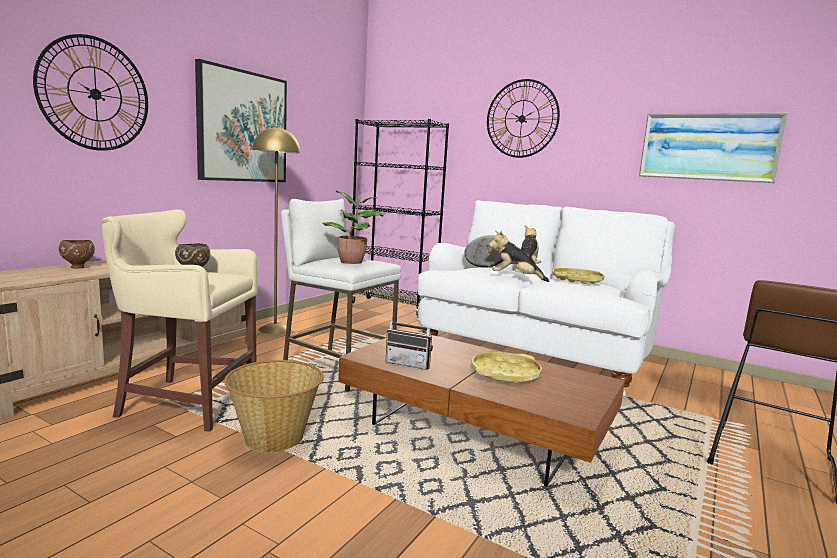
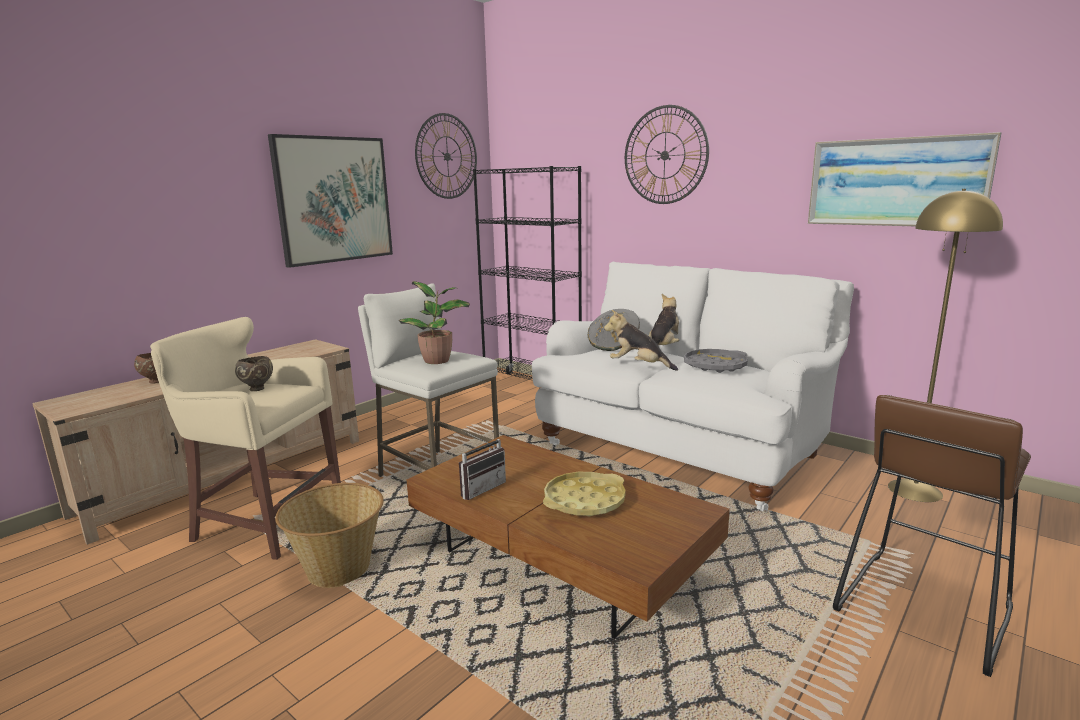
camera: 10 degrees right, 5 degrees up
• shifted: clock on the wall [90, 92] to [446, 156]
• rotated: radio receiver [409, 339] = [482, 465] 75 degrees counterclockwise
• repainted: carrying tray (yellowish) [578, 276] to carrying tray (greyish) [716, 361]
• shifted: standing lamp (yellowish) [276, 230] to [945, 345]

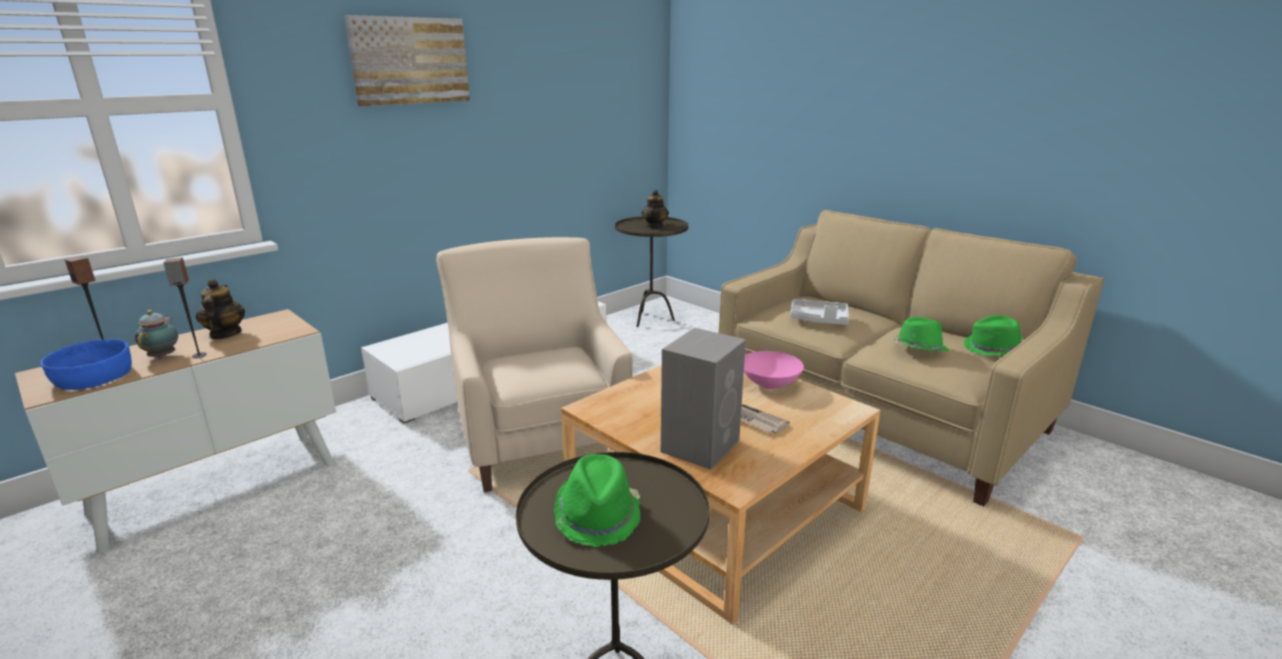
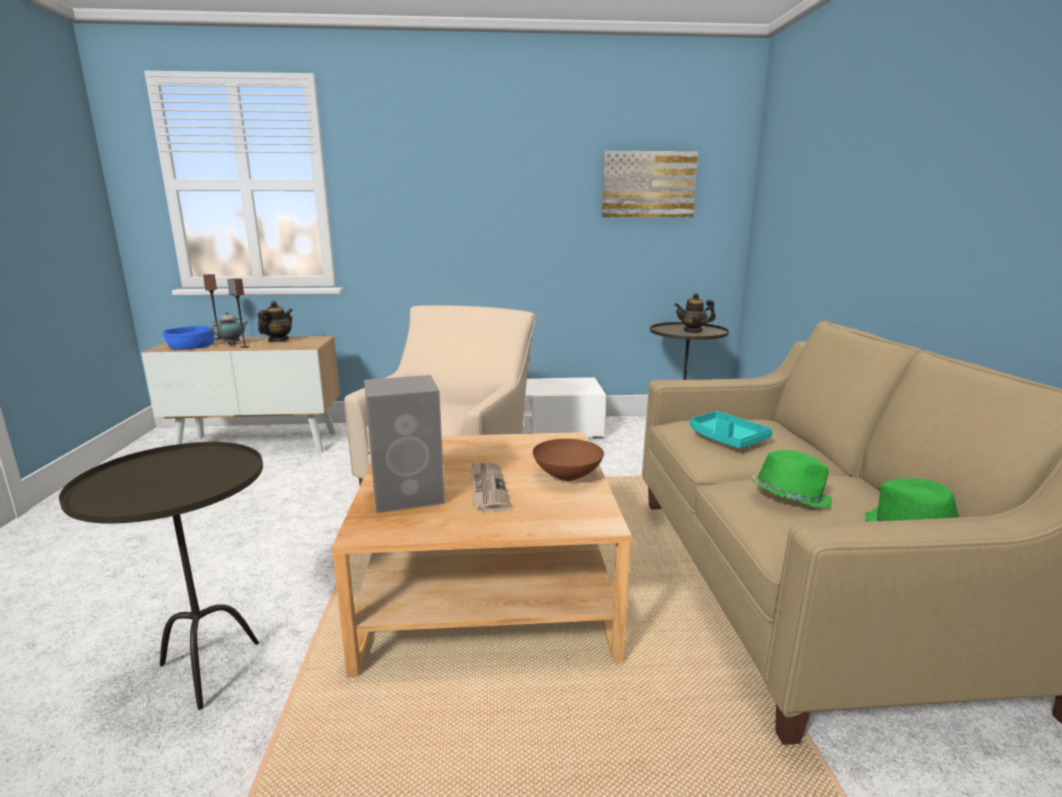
camera: 40 degrees right, 5 degrees down
• repainted: serving bowl (pink) [774, 370] to serving bowl (brown) [568, 460]
• shifted: picture [407, 60] to [650, 184]
• rotated: pot for tea [655, 209] = [695, 313] 45 degrees clockwise
• repainted: carrying tray (greyish) [819, 312] to carrying tray (turquoise-coloured) [731, 430]
• gone: hat (greenish) [597, 500]

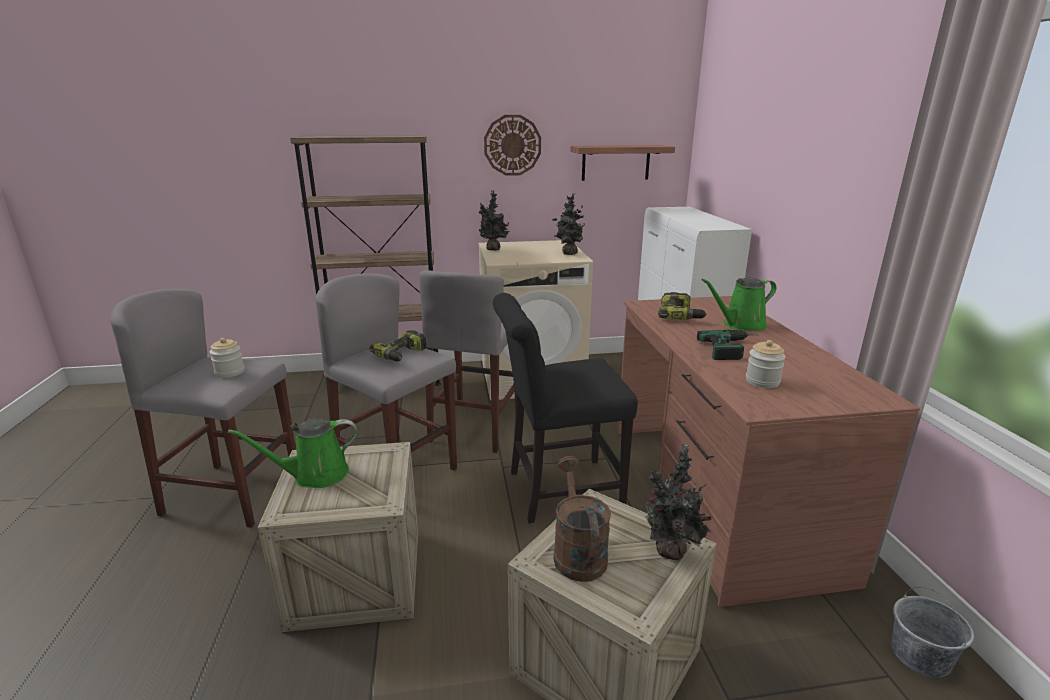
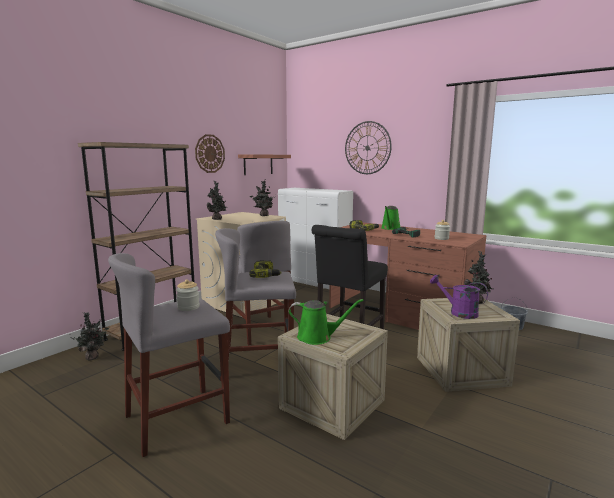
camera: 45 degrees left, 10 degrees down
• new: potted plant [89, 336]
• rotated: watering can (greenish) [292, 453] = [325, 322] 105 degrees counterclockwise
• new: clock on the wall [368, 147]
• repainted: watering can (brown) [582, 519] to watering can (purple-coloured) [459, 297]

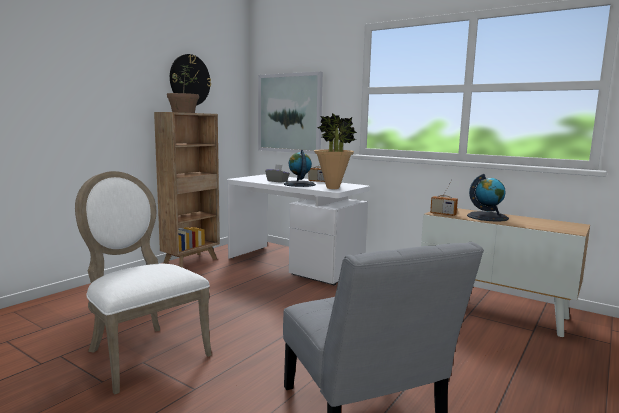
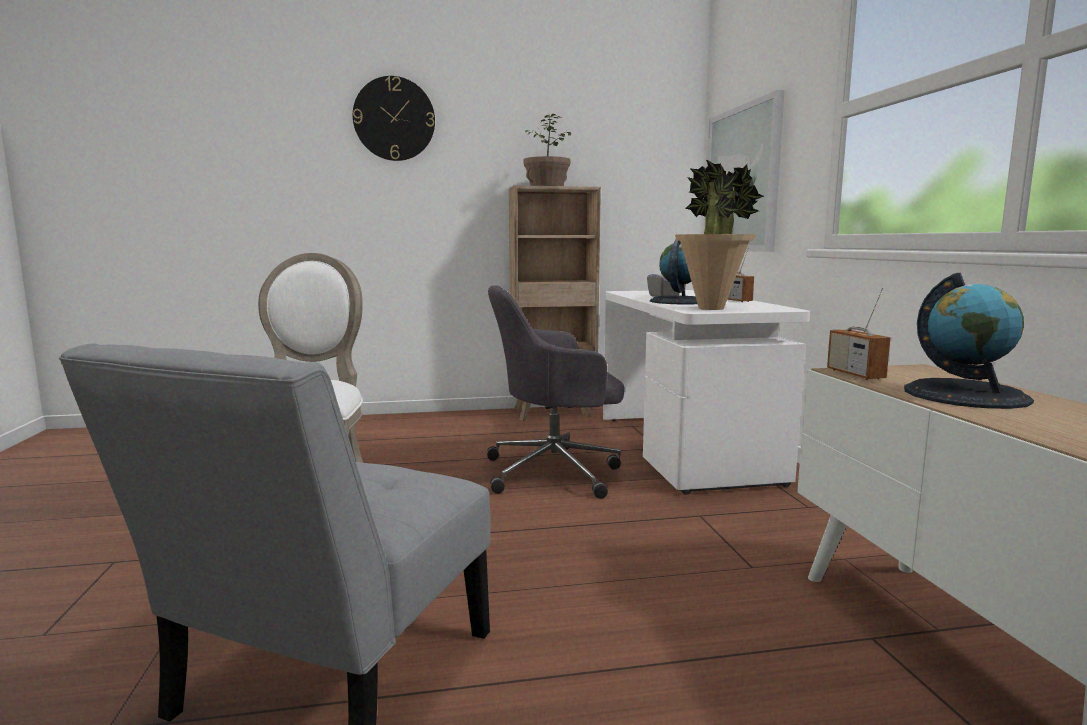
camera: 45 degrees right, 0 degrees up
• shifted: clock on the wall [190, 79] to [394, 118]
• new: office chair (greyish) [556, 392]

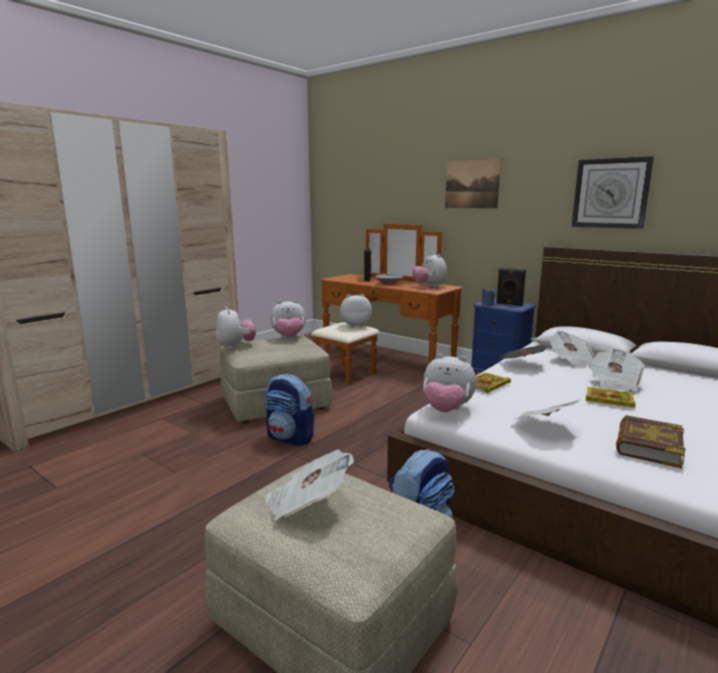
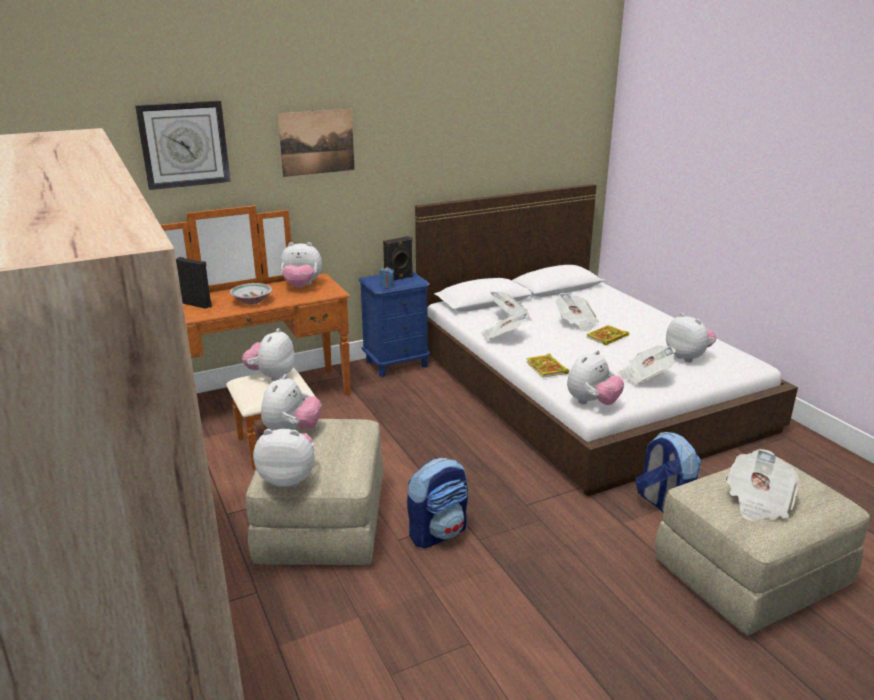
camera: 65 degrees left, 10 degrees up
• shifted: clock on the wall [613, 192] to [183, 145]
• swapped: bound book [650, 442] to soft toy [691, 337]

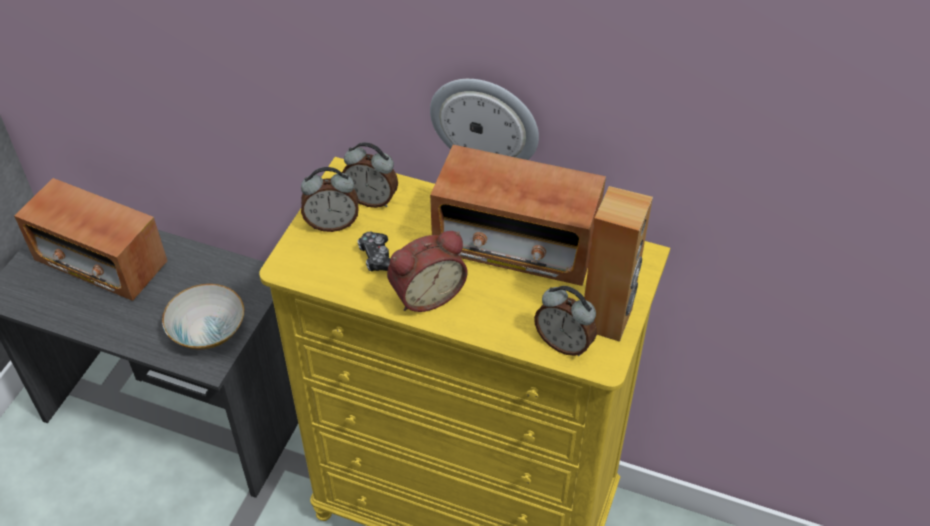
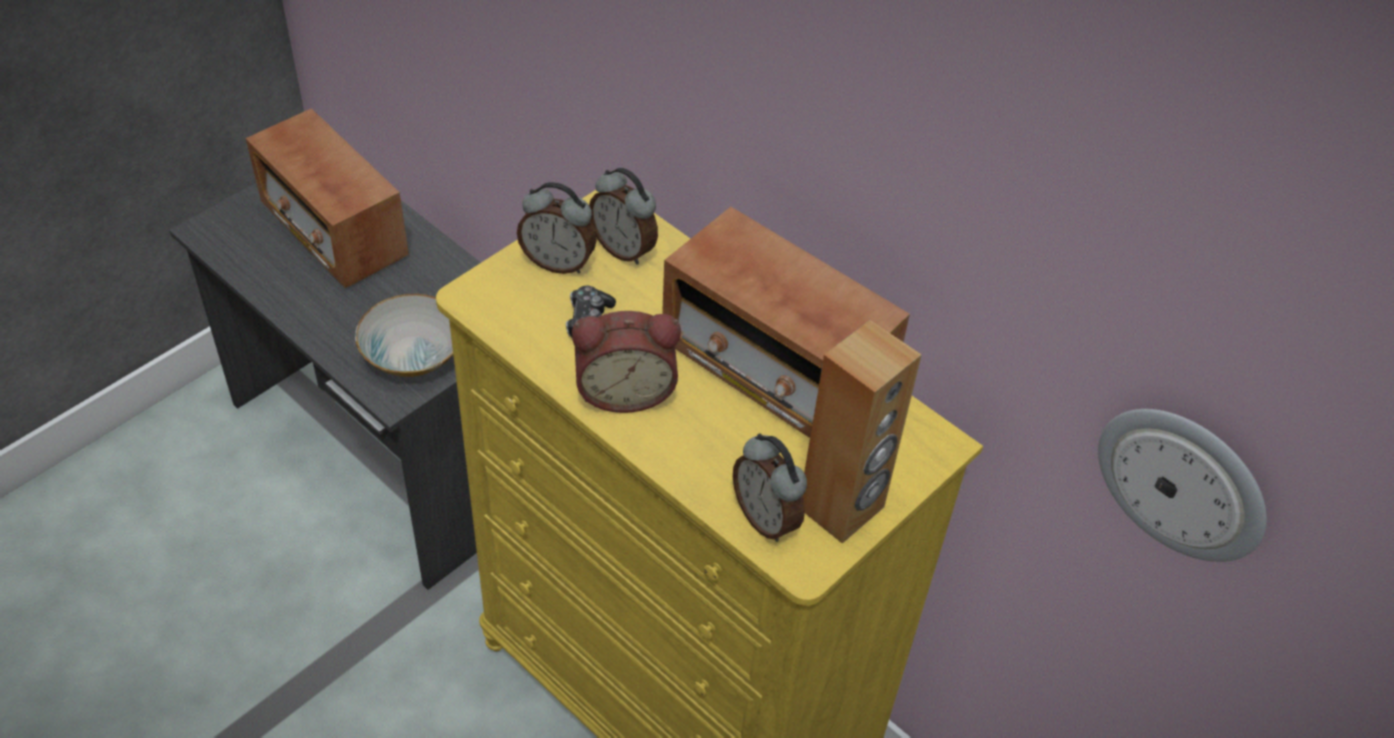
camera: 20 degrees right, 0 degrees up
• shifted: clock on the wall [484, 119] to [1182, 485]

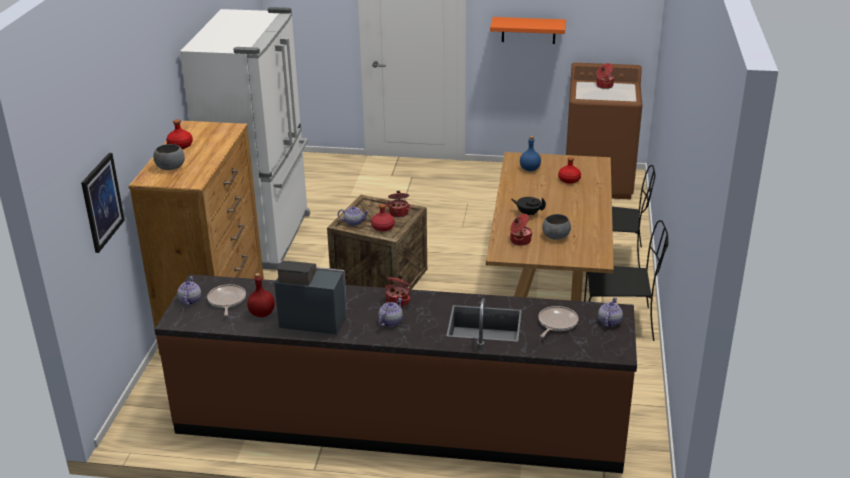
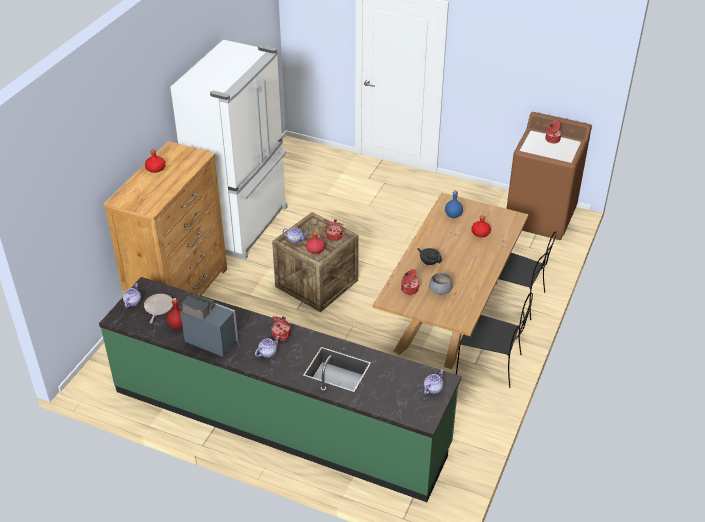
camera: 15 degrees right, 10 degrees up
• repainted: counter (brown) [395, 373] to counter (greenish) [280, 389]
• gone: picture [103, 203]
• gone: serving bowl (greyish) [169, 157]
• gone: shelf (orange-coloured) [528, 30]
• gone: frying pan [558, 321]

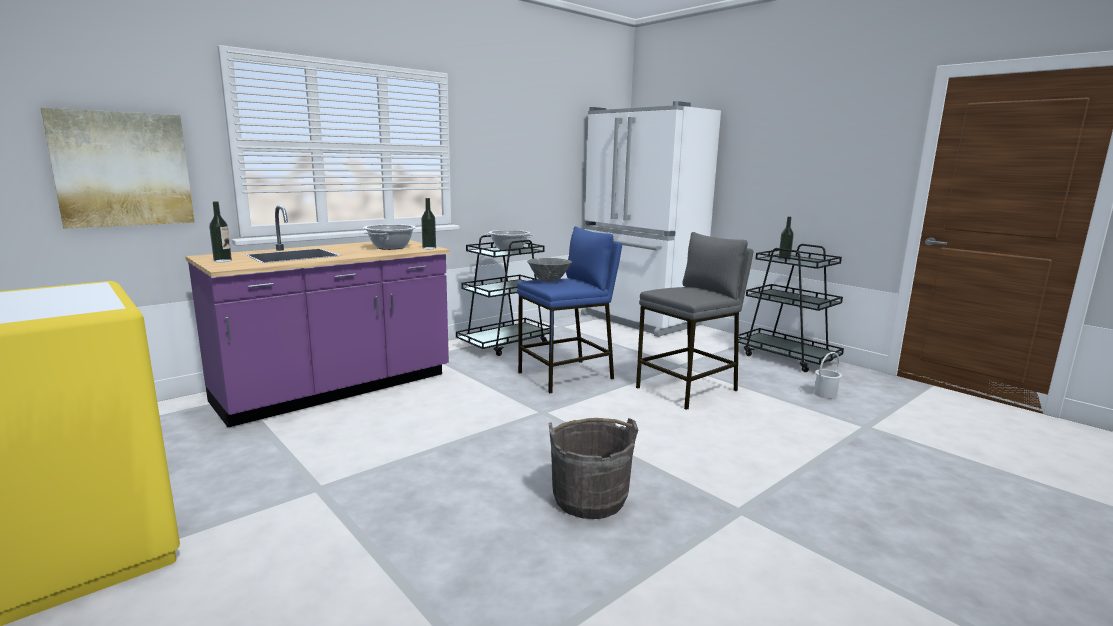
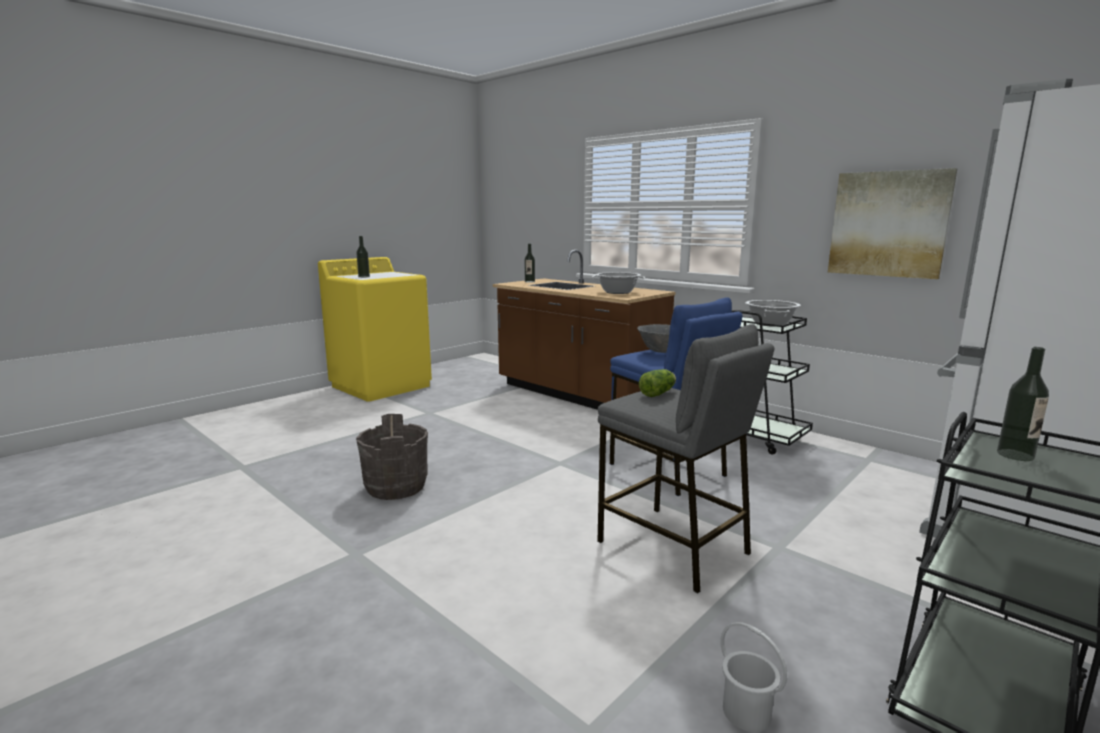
camera: 85 degrees right, 0 degrees up
• shifted: bottle [428, 223] to [363, 257]
• repainted: counter (purple-coloured) [317, 316] to counter (brown) [584, 330]
• new: lettuce [657, 383]
• shifted: picture [117, 168] to [892, 223]

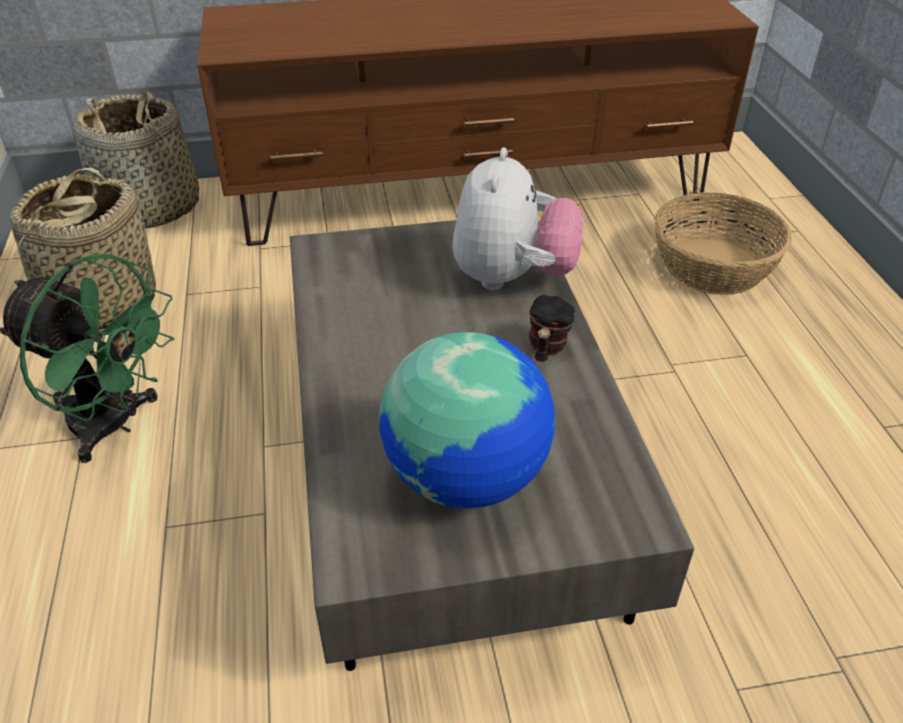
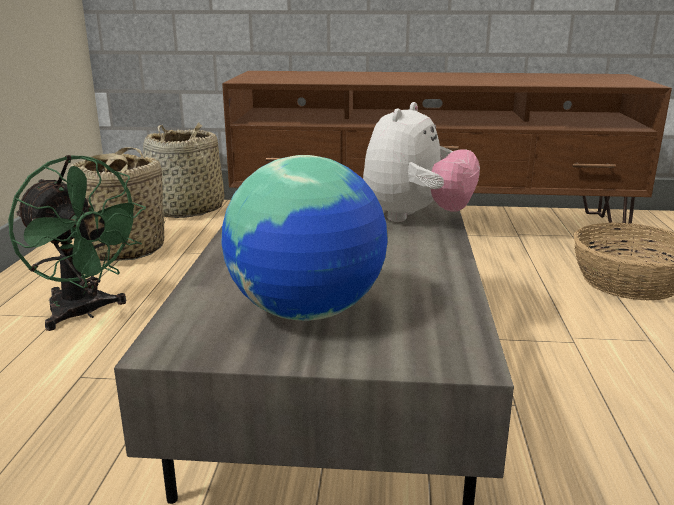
camera: 15 degrees right, 20 degrees down
• gone: mug [552, 328]

